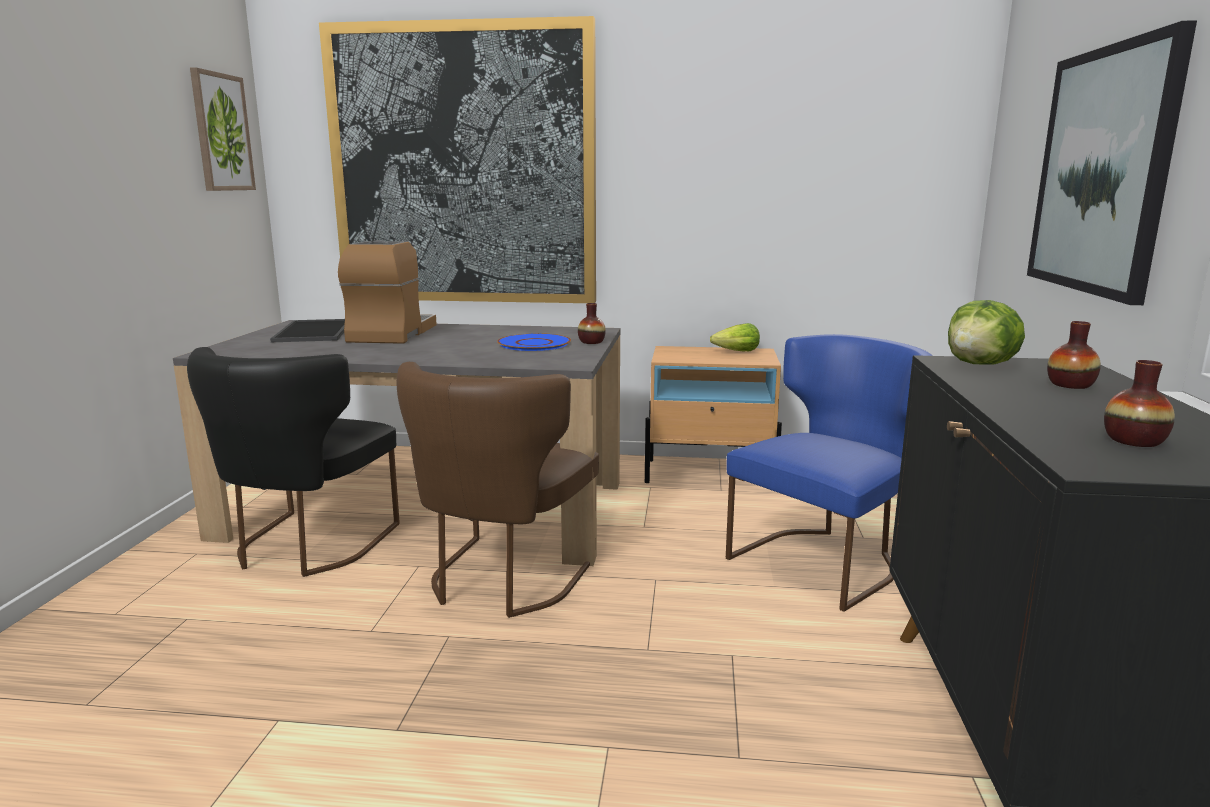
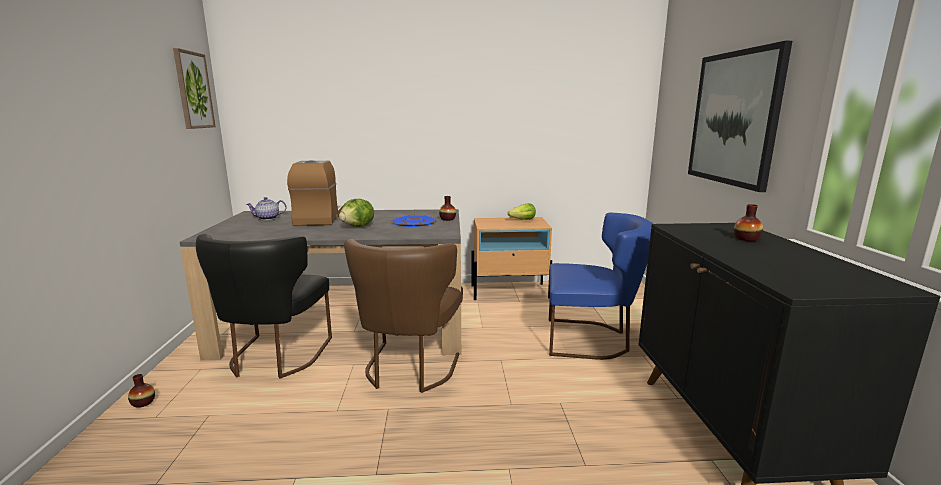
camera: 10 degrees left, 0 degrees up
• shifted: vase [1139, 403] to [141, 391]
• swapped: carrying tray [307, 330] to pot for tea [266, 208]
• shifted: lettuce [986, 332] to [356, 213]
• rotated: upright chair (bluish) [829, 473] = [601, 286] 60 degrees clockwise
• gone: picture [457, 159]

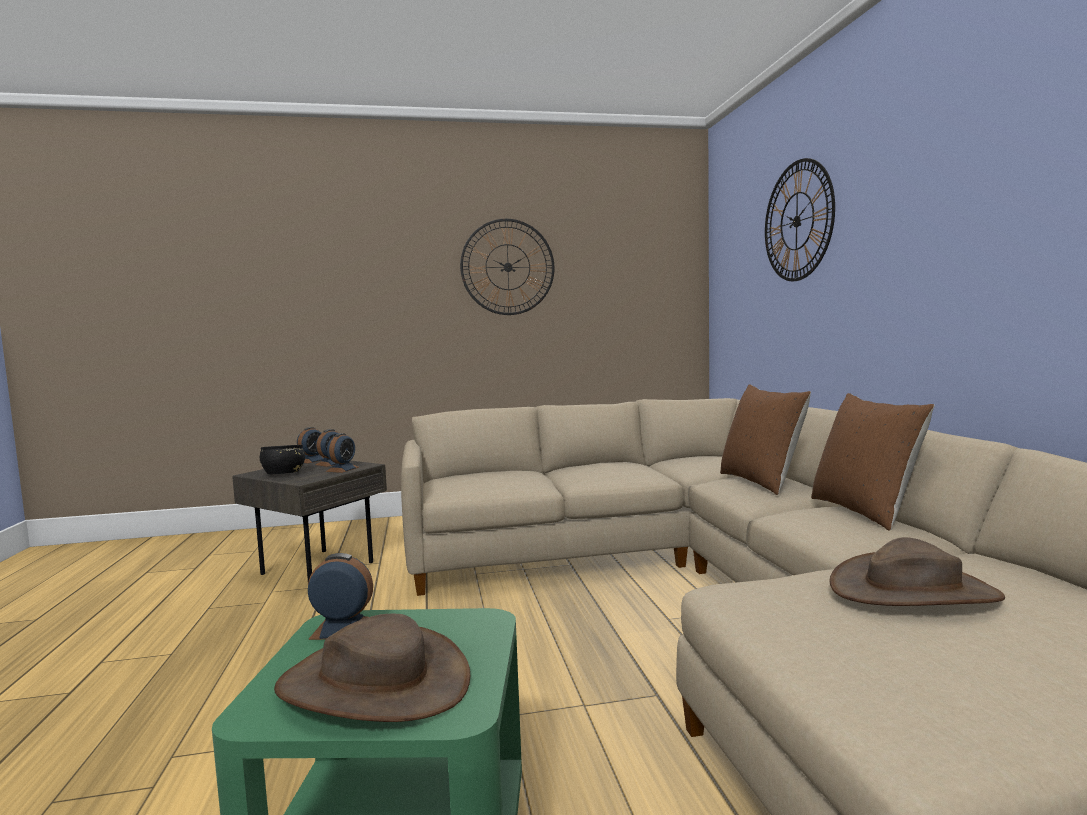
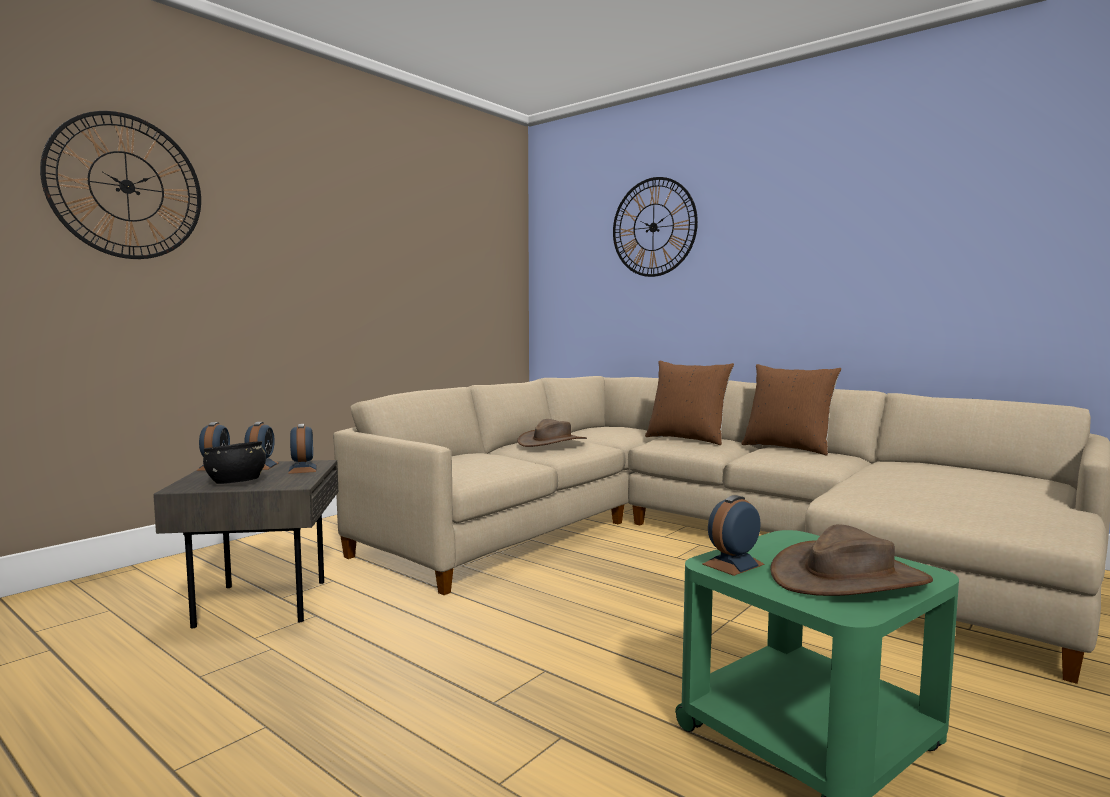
camera: 40 degrees left, 0 degrees up
• shifted: clock on the wall [507, 267] to [120, 185]
• shifted: hat (brown) [917, 571] to [552, 433]

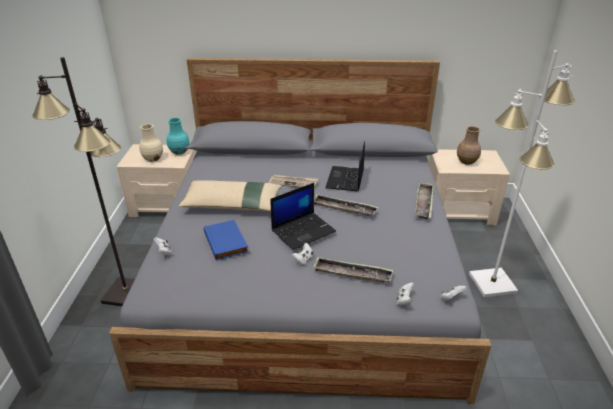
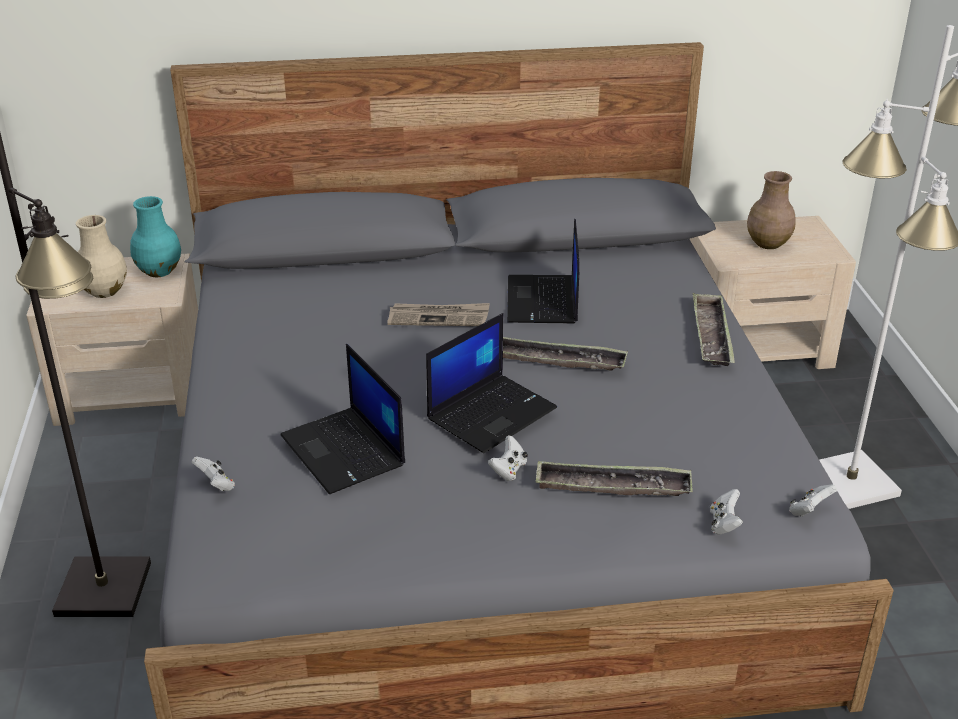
camera: 10 degrees left, 0 degrees up
• swapped: bound book (bluish) [226, 240] to portable computer [342, 419]
• gone: pillow (beige) [230, 196]

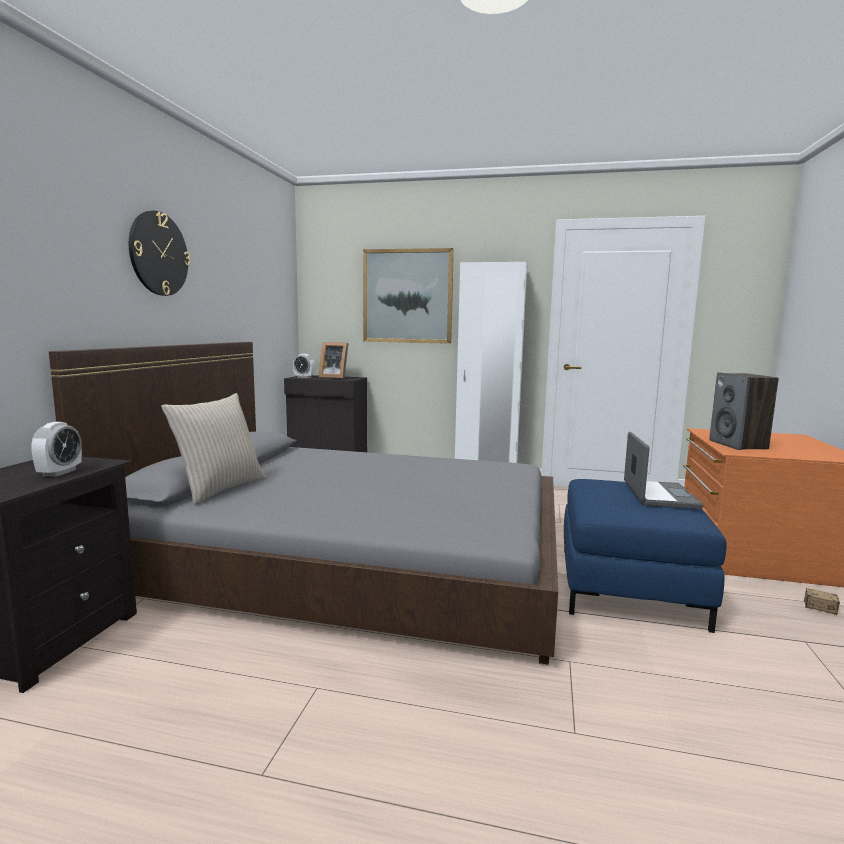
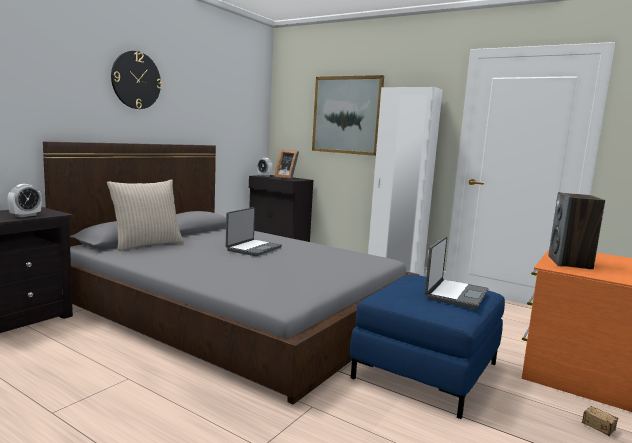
camera: 20 degrees right, 0 degrees up
• new: portable computer [254, 231]

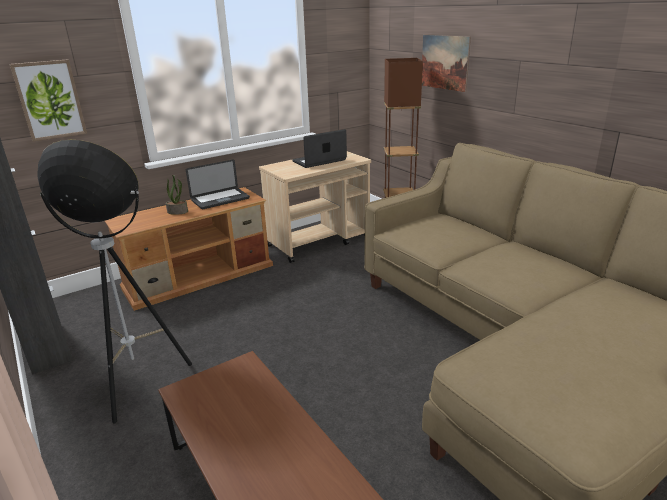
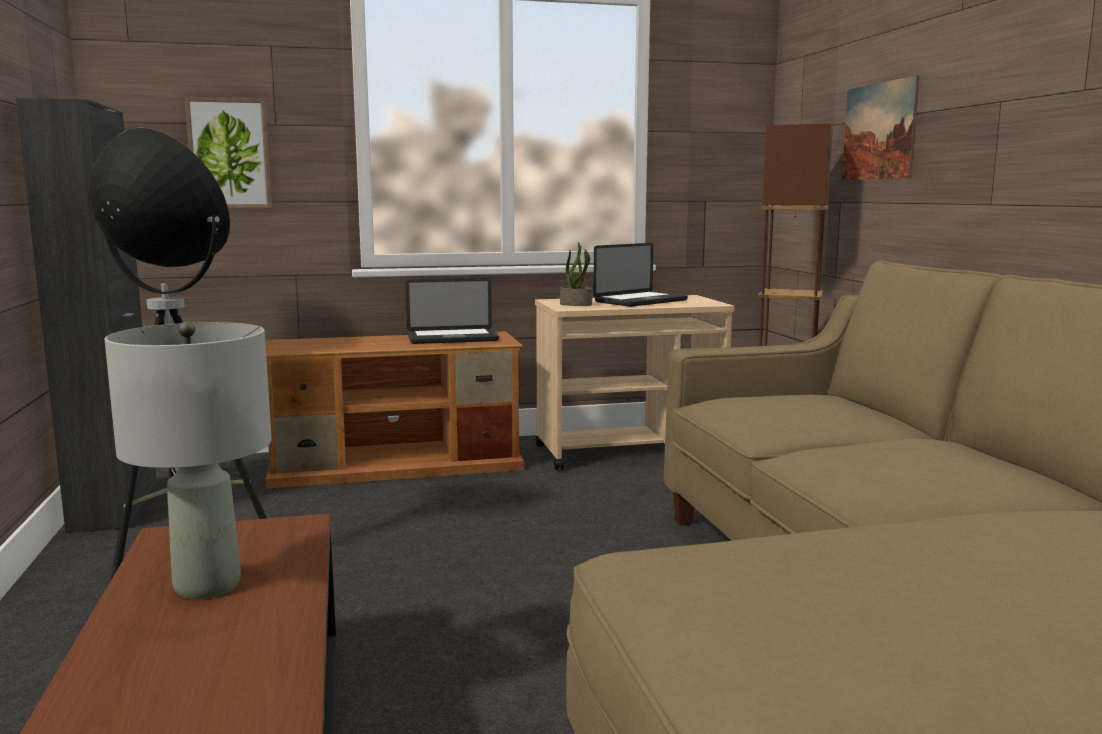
camera: 20 degrees right, 15 degrees down
• new: tabletop lamp (greyish) [188, 460]
• shifted: potted plant [177, 195] to [576, 274]
• rotated: portable computer [319, 148] = [640, 275] 150 degrees clockwise

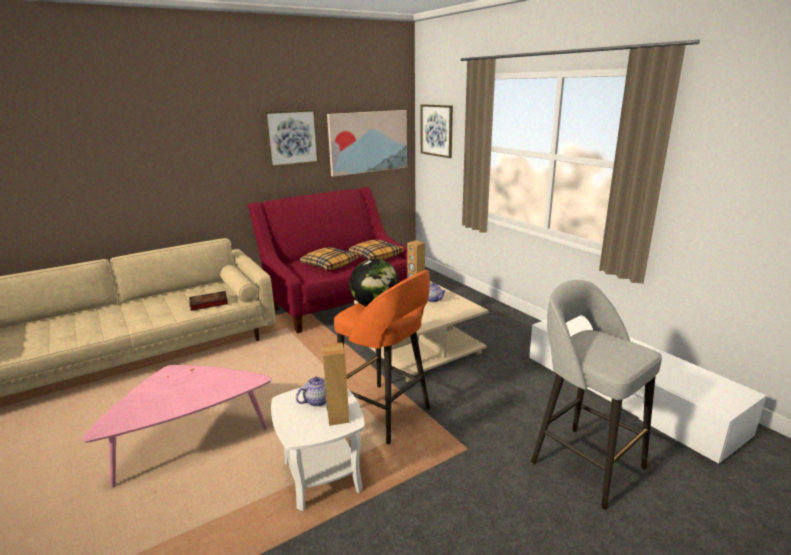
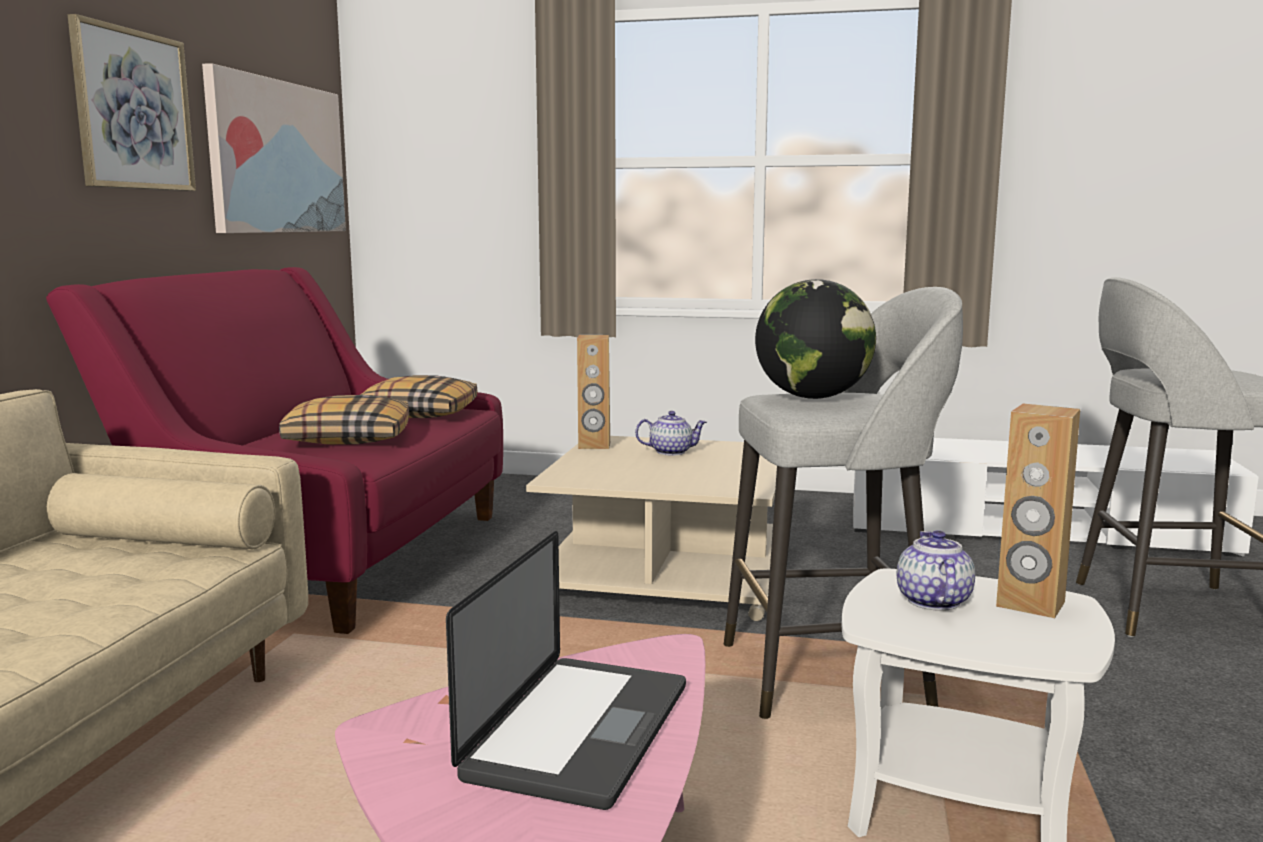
camera: 45 degrees left, 10 degrees down
• new: portable computer [566, 670]
• repainted: stool seat (orange-coloured) [382, 357] to stool seat (greyish) [843, 503]
• gone: bound book [208, 301]
• gone: picture [437, 131]

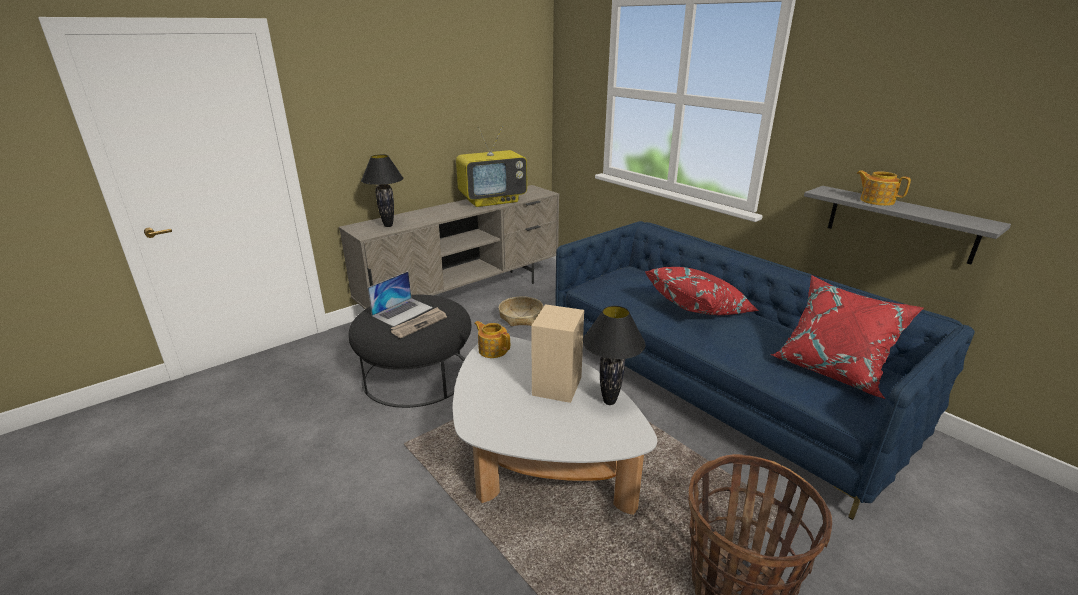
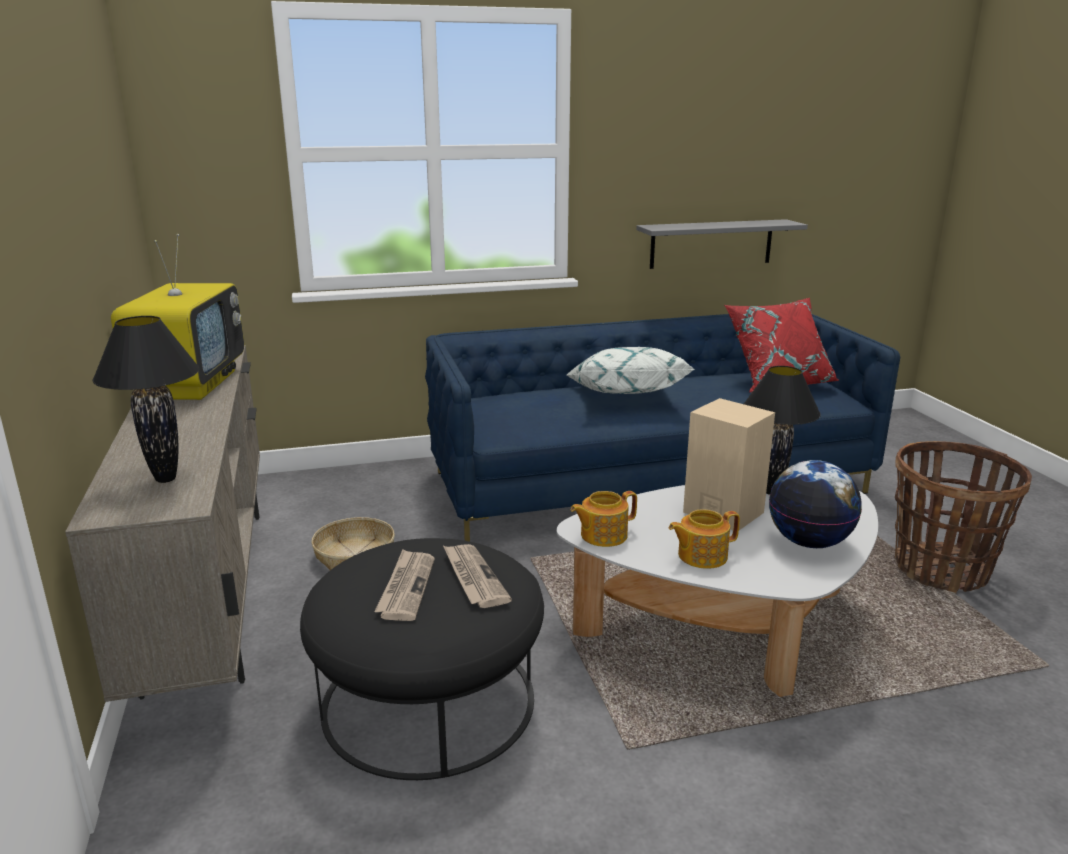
camera: 65 degrees left, 5 degrees down
• swapped: portable computer [400, 299] to daily paper [404, 585]
• repainted: pillow (red) [702, 291] to pillow (white-coloured) [631, 370]
• shifted: pot for tea [883, 188] to [704, 539]
• new: globe [815, 504]

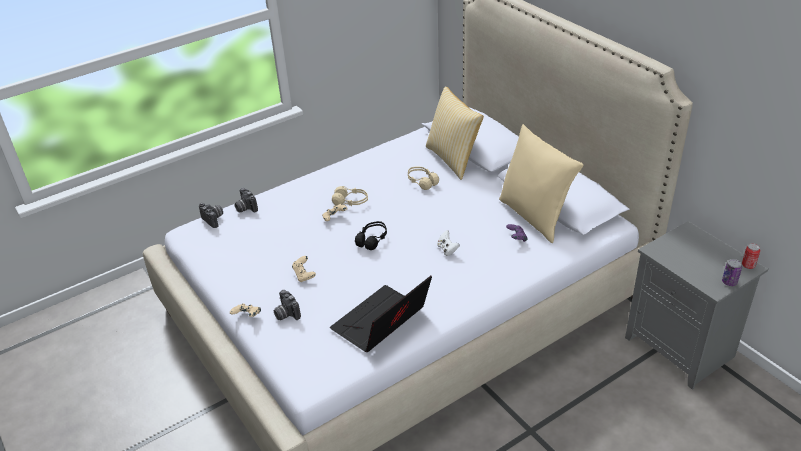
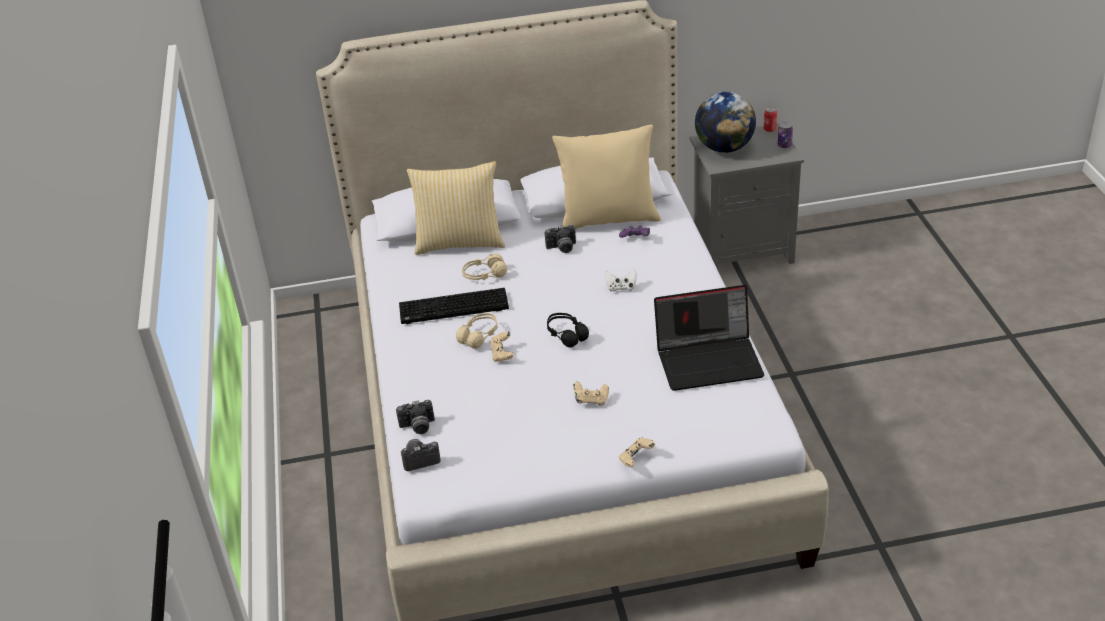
camera: 65 degrees left, 0 degrees up
• new: keyboard [454, 306]
• shifted: still camera [287, 305] to [560, 239]
• rotated: portable computer [381, 314] = [709, 338] 75 degrees counterclockwise
• new: globe [725, 122]

